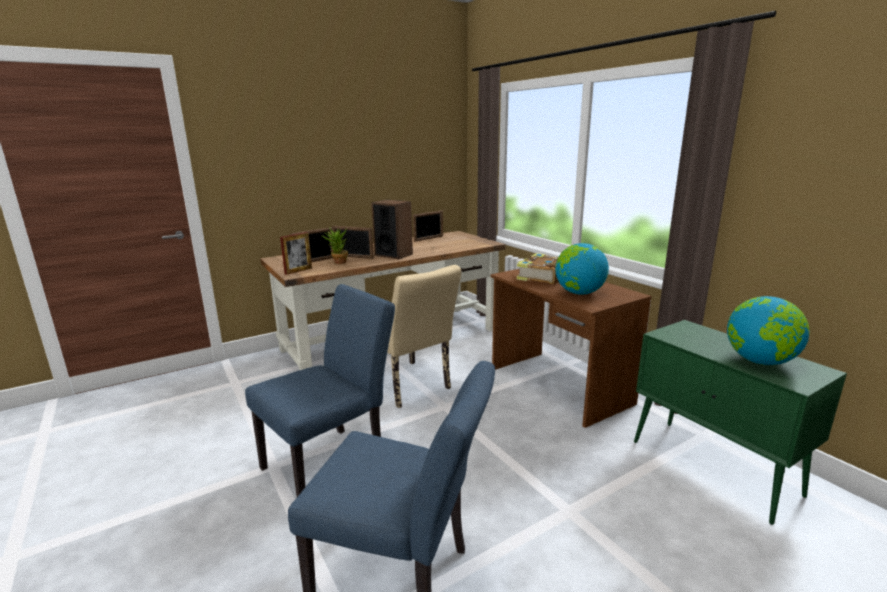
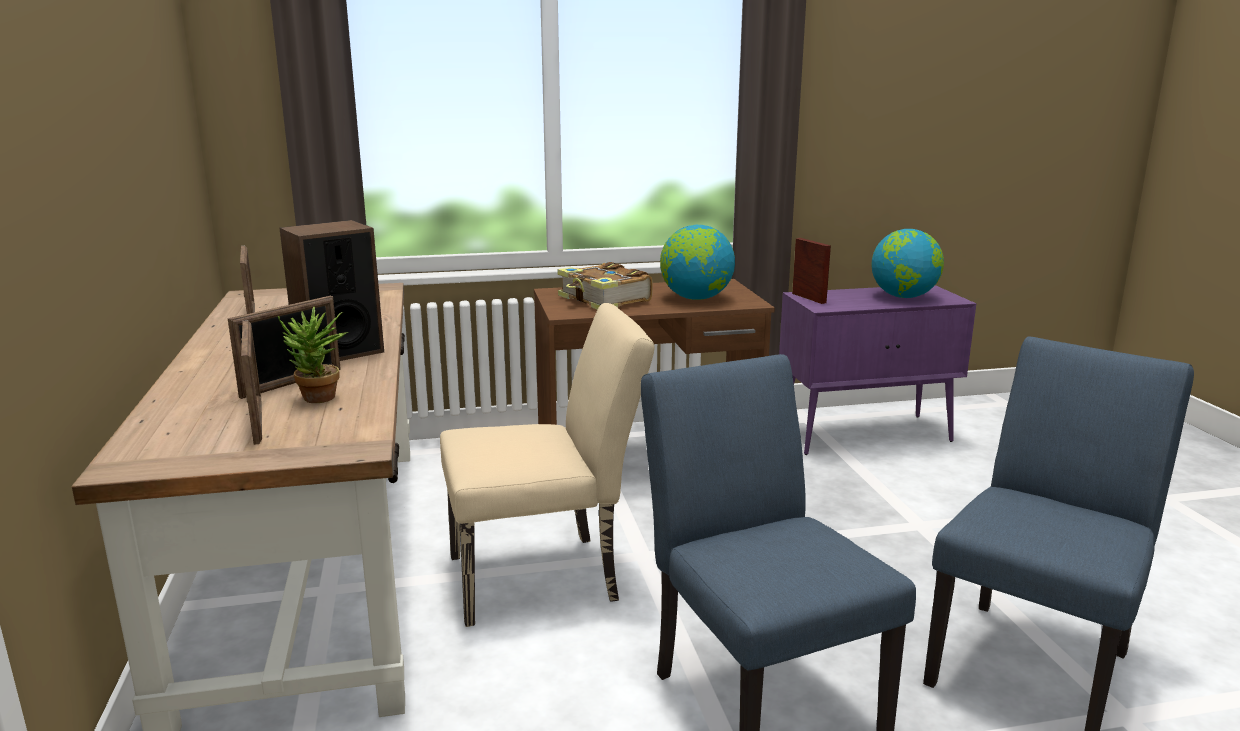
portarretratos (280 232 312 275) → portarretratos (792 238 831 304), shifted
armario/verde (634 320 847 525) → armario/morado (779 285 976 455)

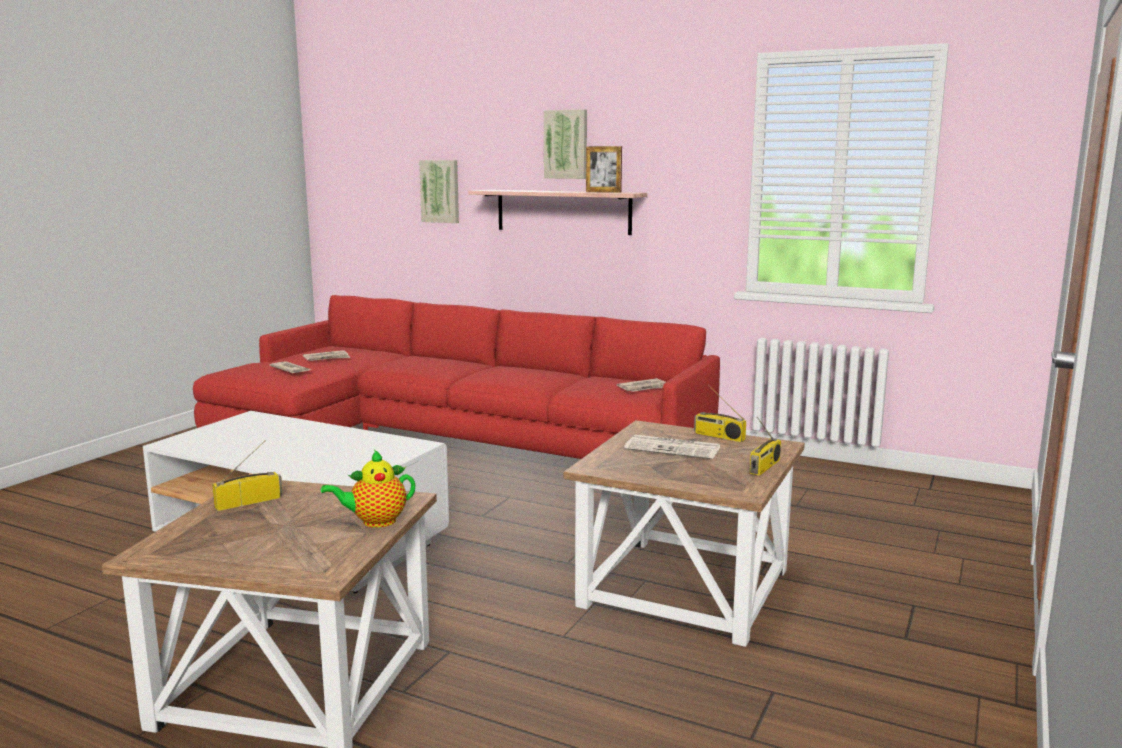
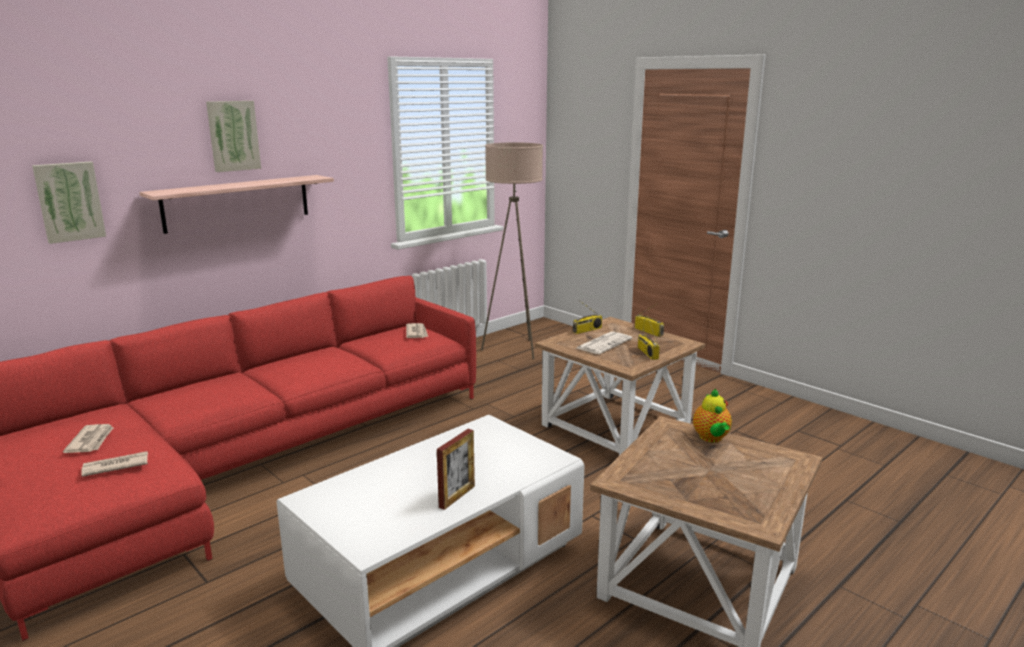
portarretratos (586 146 622 193) → portarretratos (437 429 475 510), shifted
radio (212 441 283 511) → radio (638 316 660 360), shifted
- → lámpara de pie/beis (481 142 543 359)

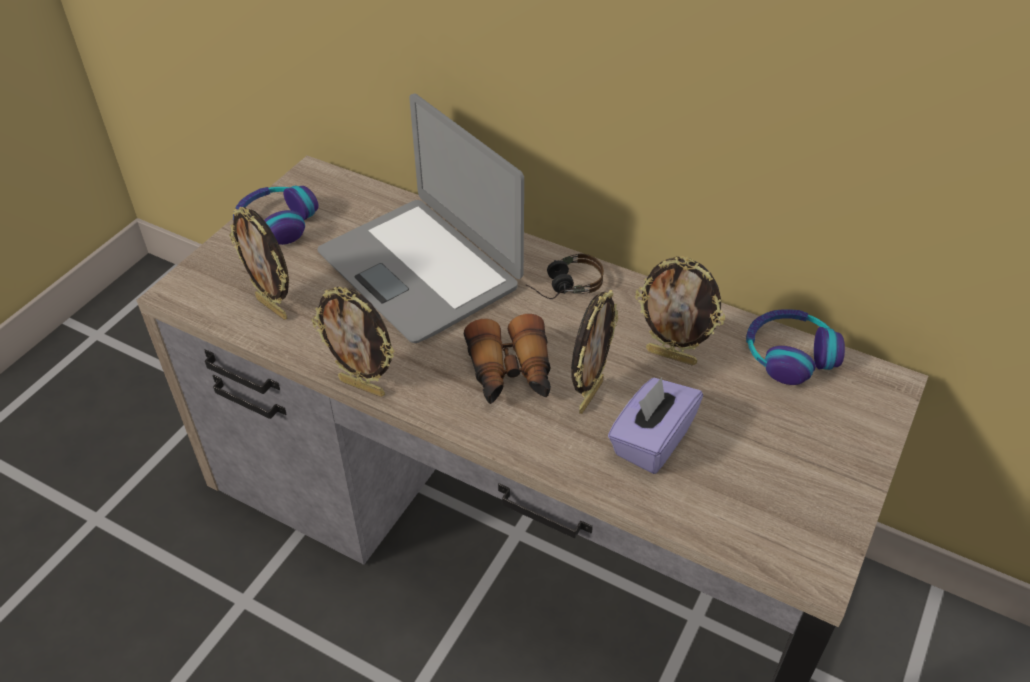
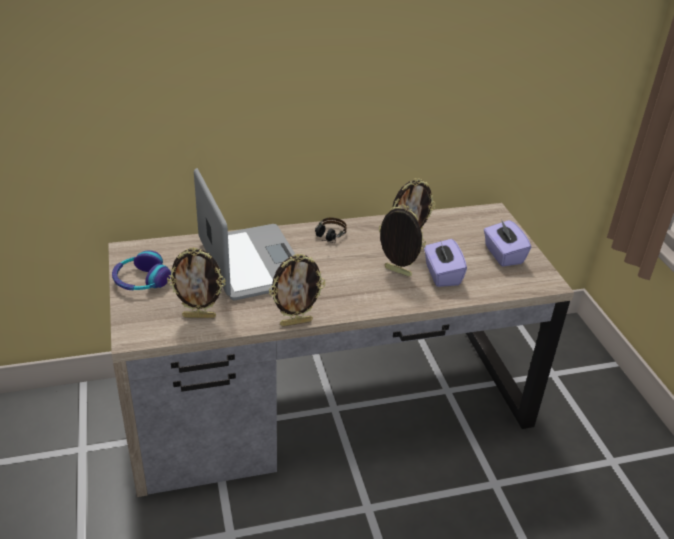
portátil (317 93 524 343) → portátil (194 168 295 300), 120 degrees counterclockwise
portarretratos (571 290 618 414) → portarretratos (379 204 426 277), 45 degrees counterclockwise
auriculares (746 309 845 385) → -
prismáticos (464 314 551 404) → -
- → caja de pañuelos/morado (484 219 531 267)

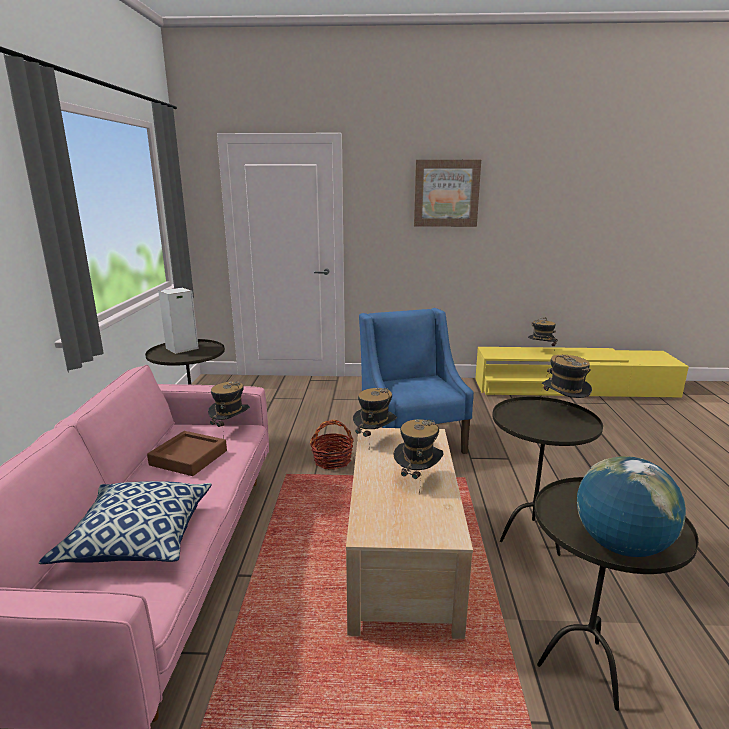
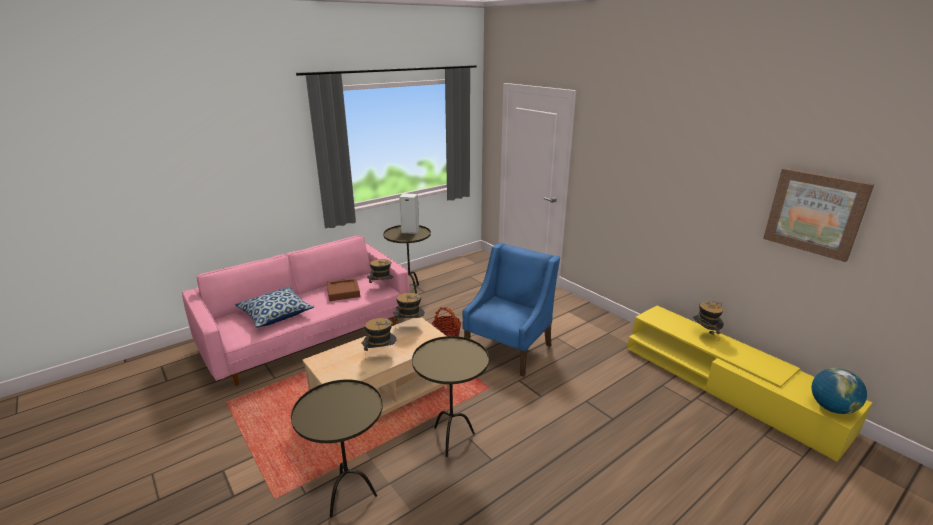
cuadro (414 160 481 227) → cuadro (763 168 874 262), shifted
sombrero (540 355 592 402) → -
globo terráqueo (577 456 686 557) → globo terráqueo (811 368 867 414), shifted

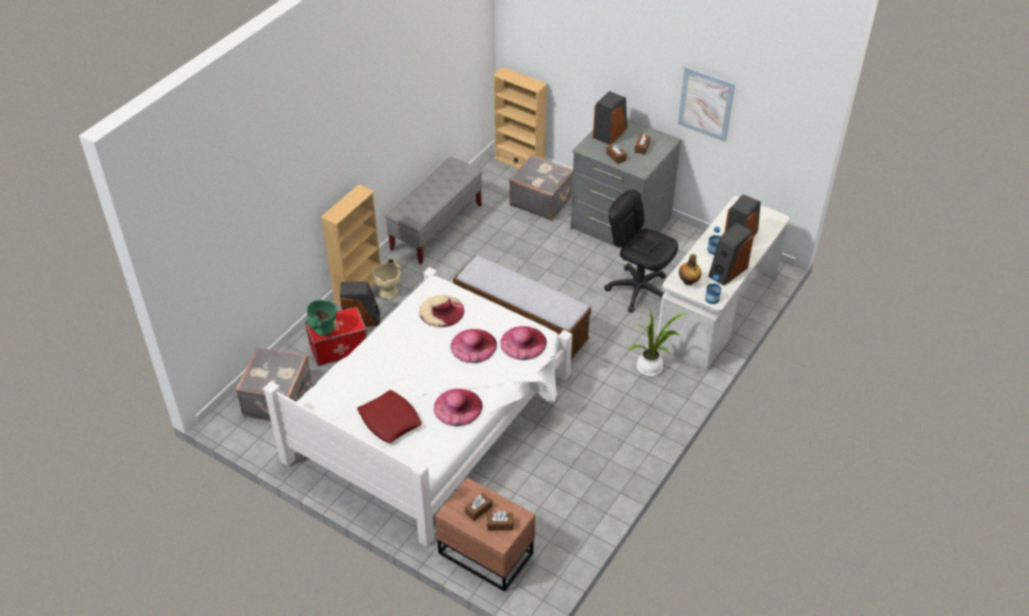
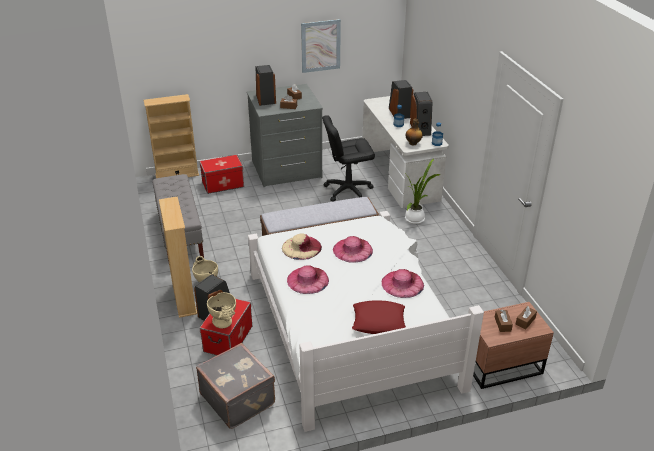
maleta/gris (509 155 573 221) → caja de almacenaje (199 154 244 194)
florero/verde (305 300 337 336) → florero/beis (207 292 236 329)
sombrero/rosa (501 326 547 360) → sombrero/rosa (287 265 329 294), shifted

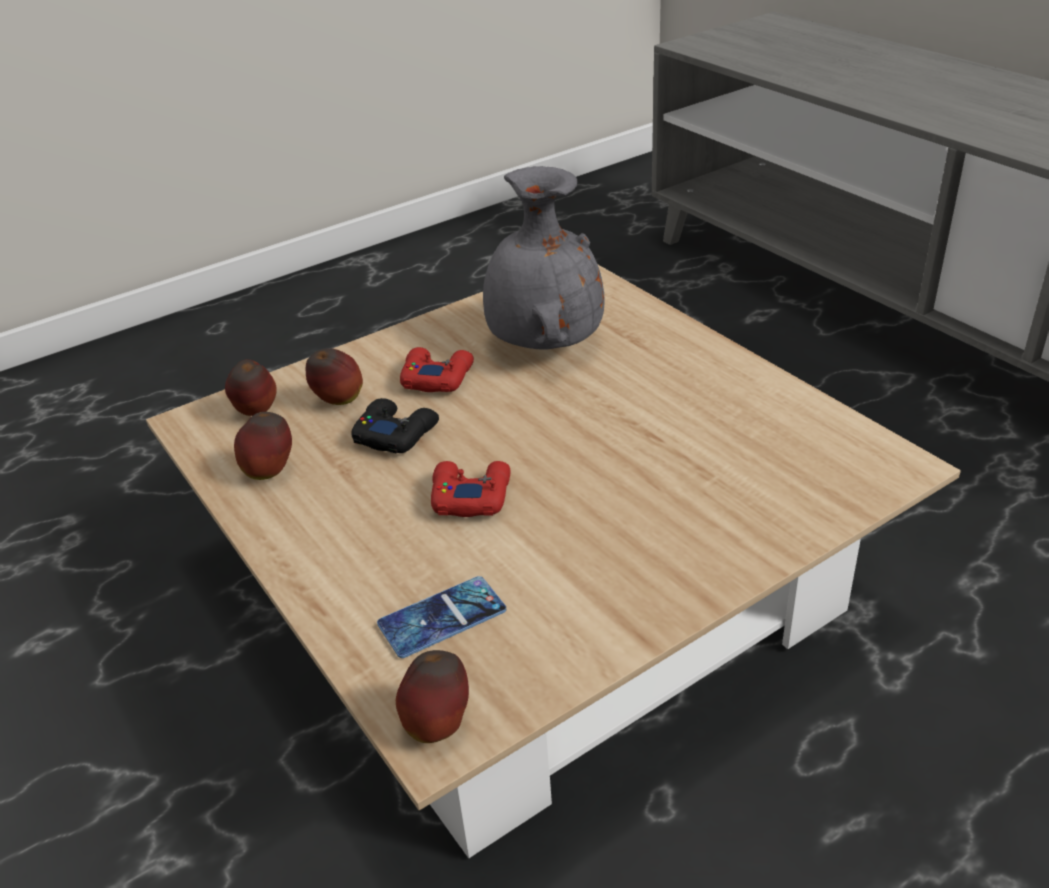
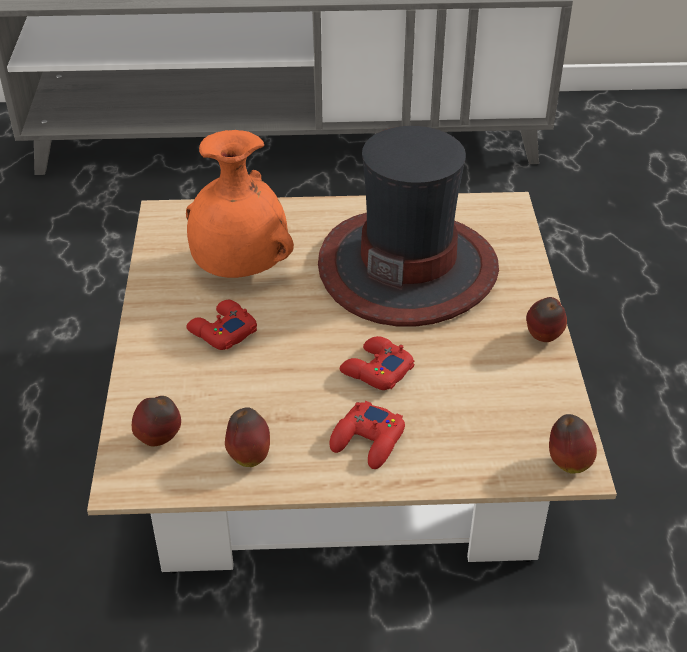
florero/gris (483 166 605 349) → florero/naranja (186 130 294 278)
manzana (306 348 363 405) → manzana (526 297 567 342), shifted
mando de consola/negro (351 398 439 454) → -
móvil (377 576 506 658) → -
- → sombrero (318 126 499 326)
- → mando de consola/rojo (329 401 405 469)

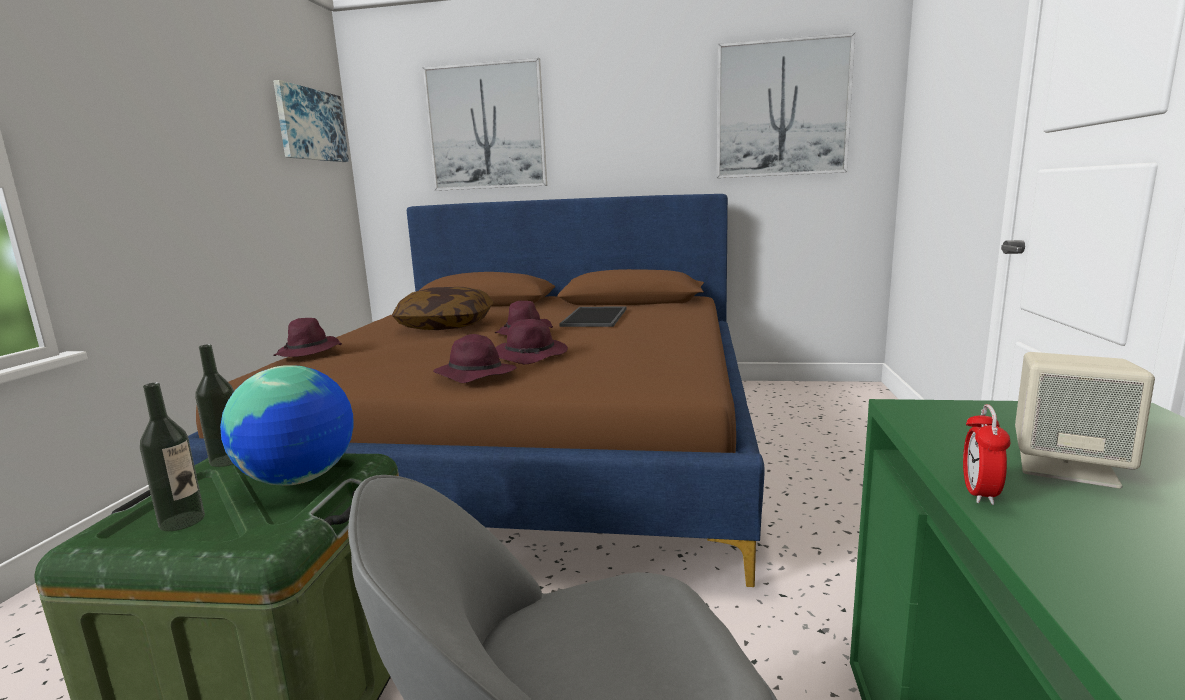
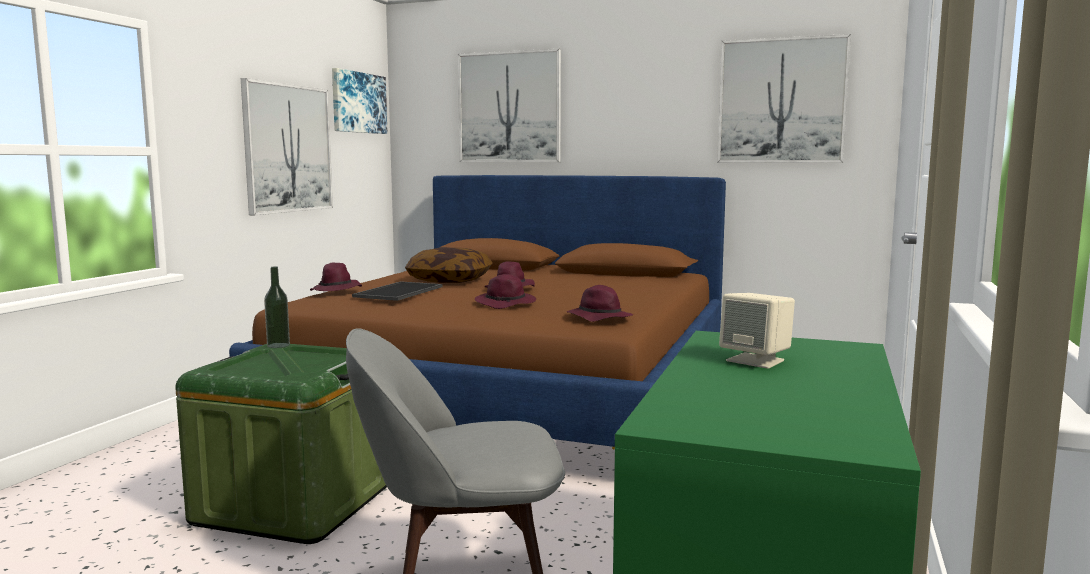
bandeja (559 307 627 327) → bandeja (352 281 443 301), shifted
sombrero/morado (433 334 517 383) → sombrero/morado (567 285 633 322), shifted
globo terráqueo (220 365 354 486) → -
botella (140 383 205 531) → -
despertador (963 404 1011 505) → -
- → cuadro (241 78 333 215)

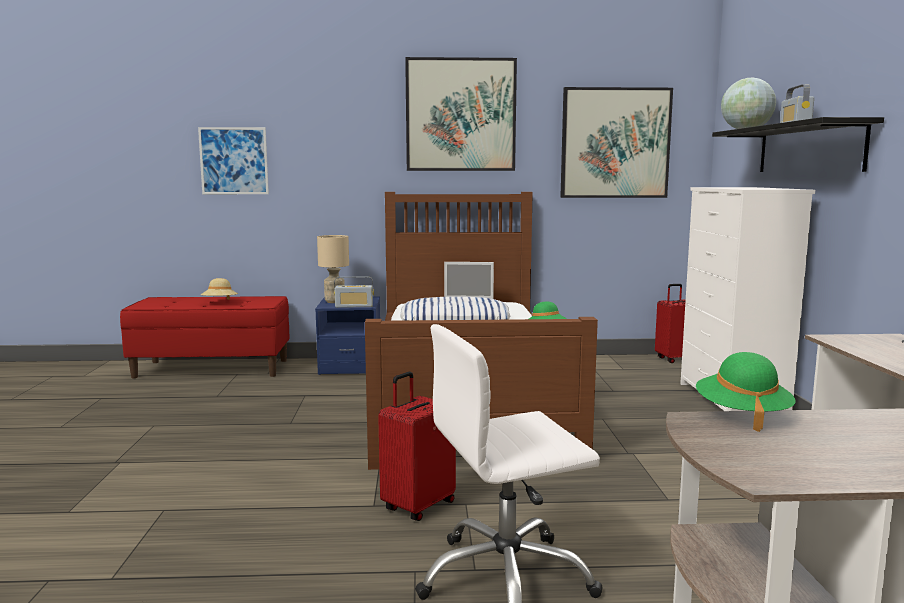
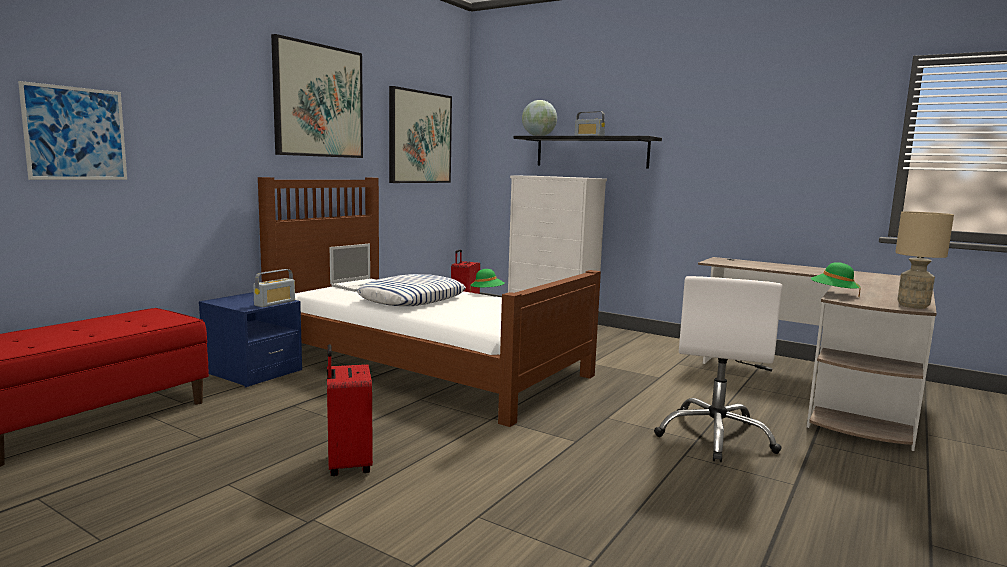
lámpara de mesa/beis (317 235 349 303) → lámpara de mesa/beis (895 211 954 309), shifted
sombrero/beis (201 278 238 300) → -
maleta/rojo (378 372 456 521) → maleta/rojo (327 344 373 476), shifted

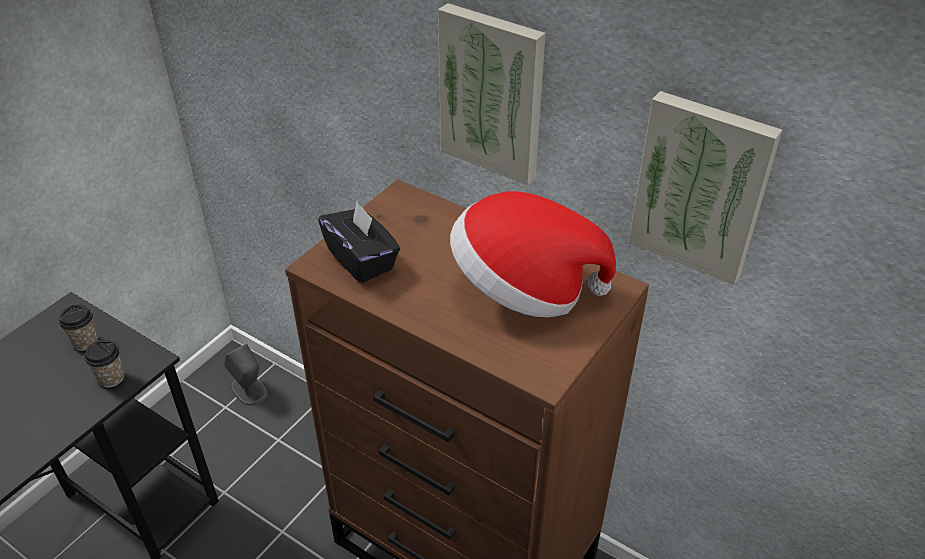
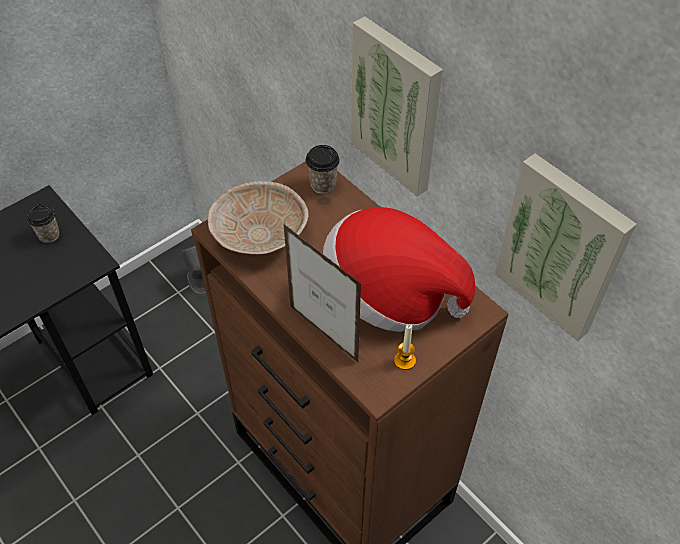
caja de pañuelos/negro (318 202 400 283) → cuenco/beis (208 181 309 255)
taza (84 340 124 387) → taza (306 145 340 194), shifted
- → portarretratos (284 224 361 362)
- → vela (394 324 416 370)

